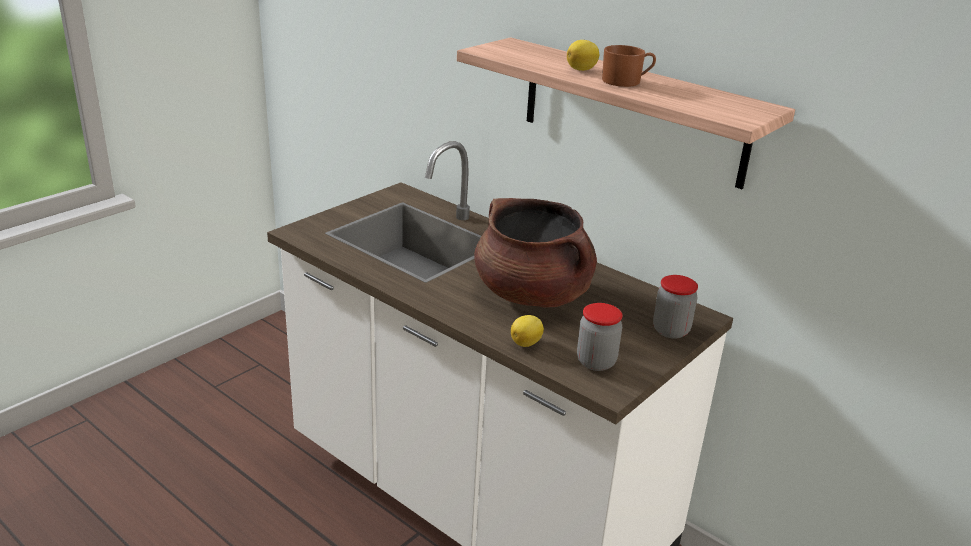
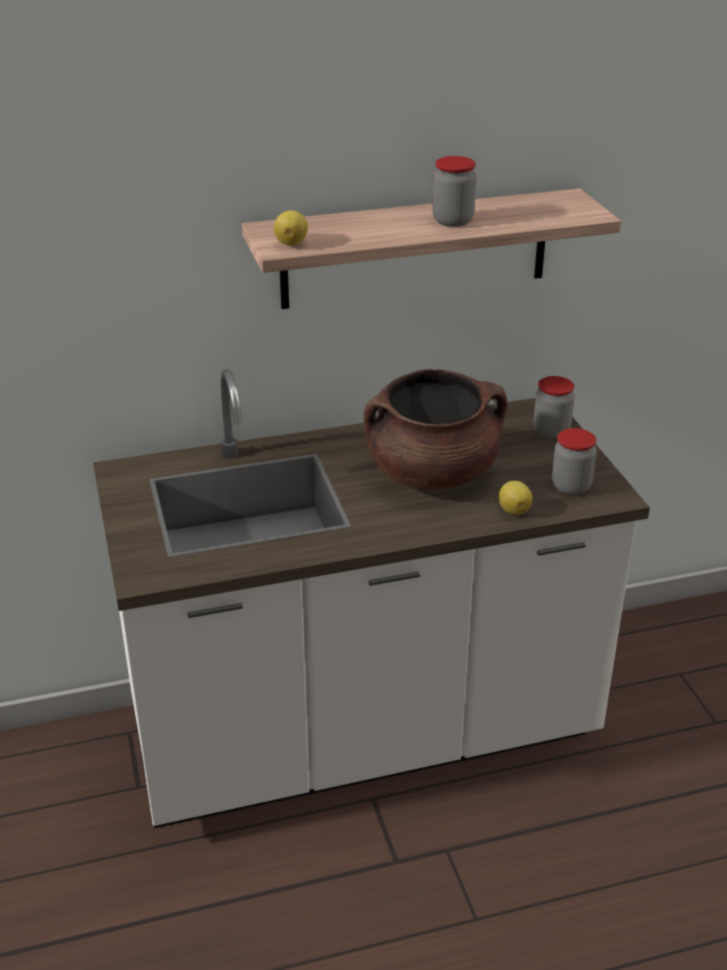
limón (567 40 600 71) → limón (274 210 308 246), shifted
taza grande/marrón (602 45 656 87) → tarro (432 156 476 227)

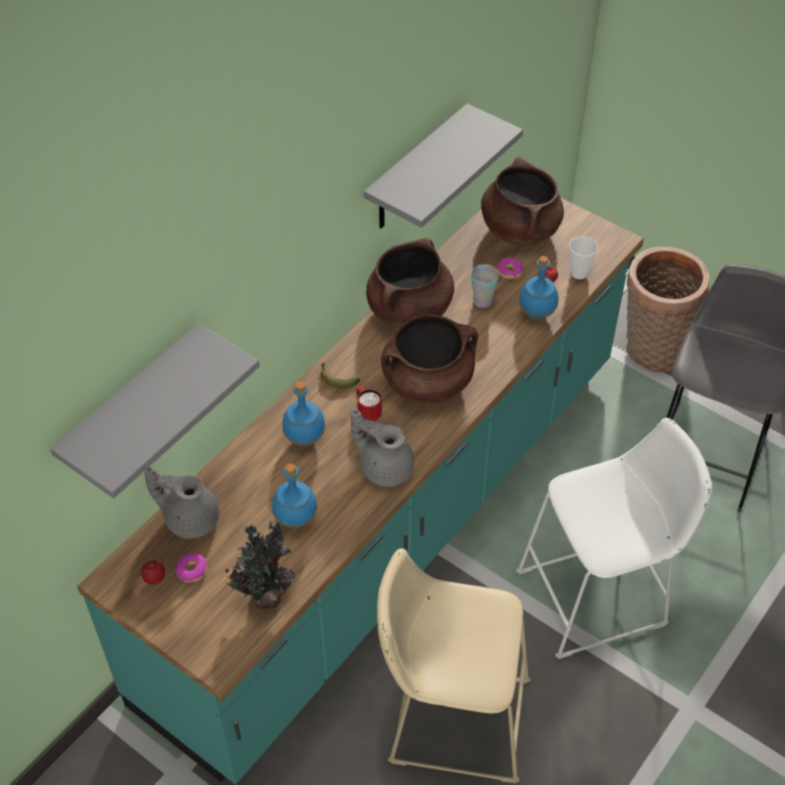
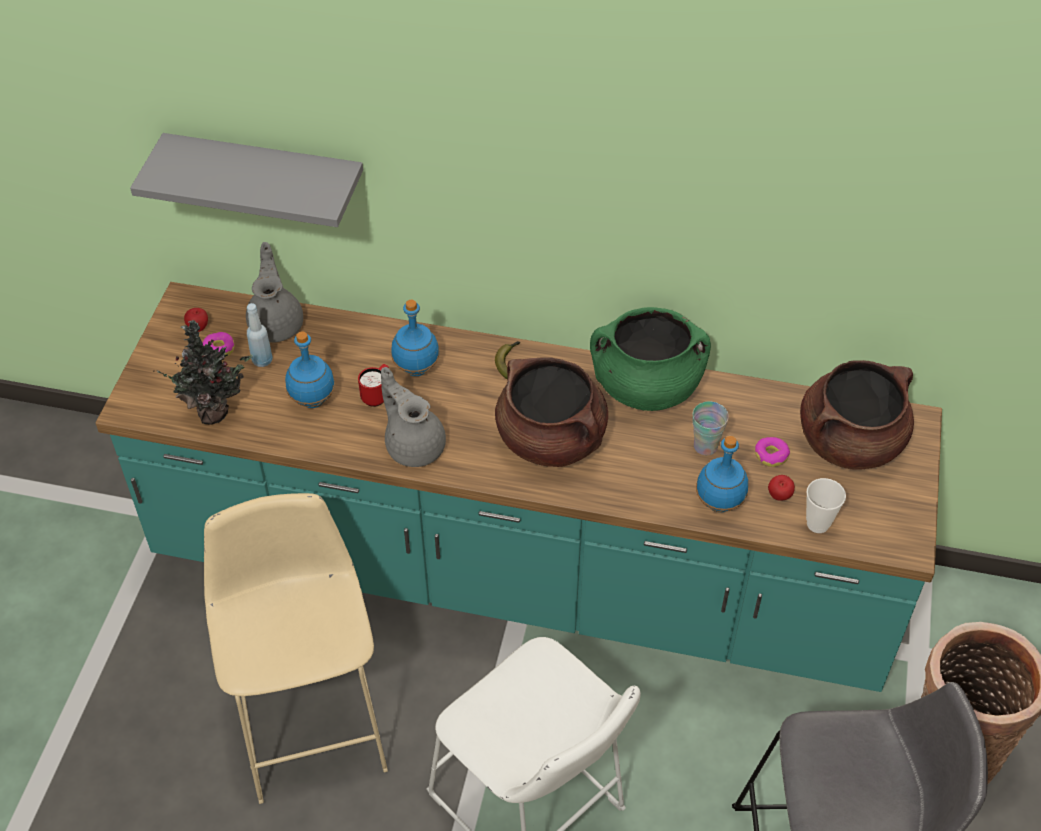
estante/gris (364 104 523 228) → -
olla/marrón (366 238 454 329) → olla/verde (590 307 711 411)
taza grande/rojo (357 386 382 421) → taza grande/rojo (358 364 389 407), shifted
tetera/gris (351 408 414 487) → tetera/gris (381 367 446 467), 45 degrees counterclockwise
- → botella/azul (247 303 273 367)

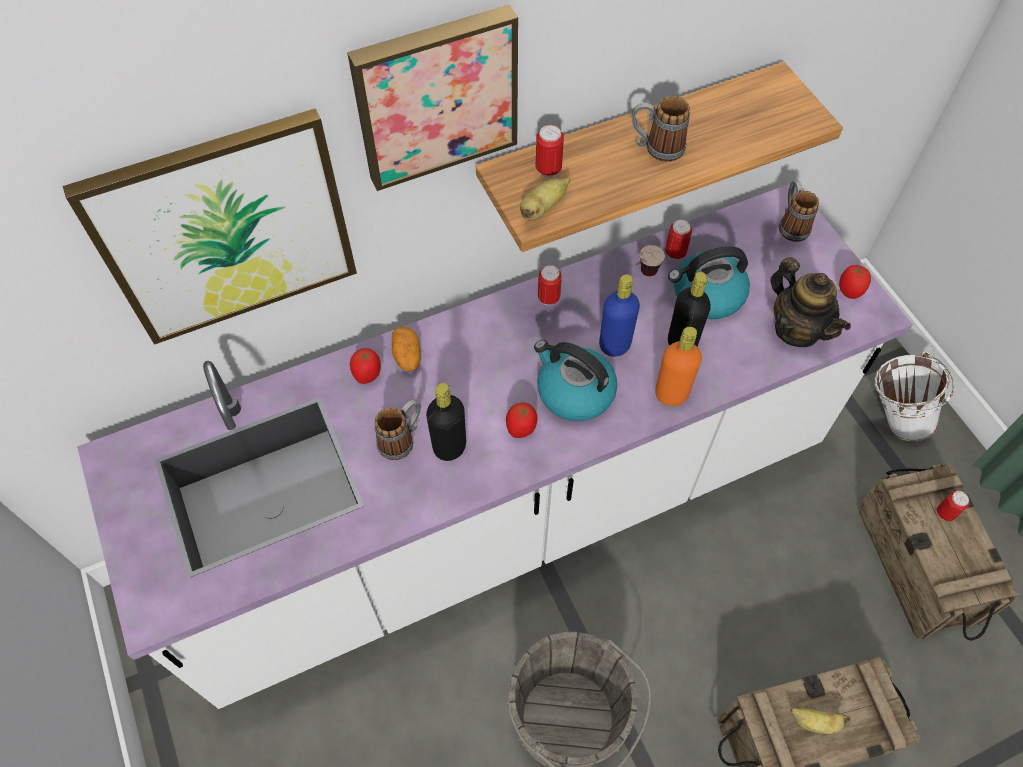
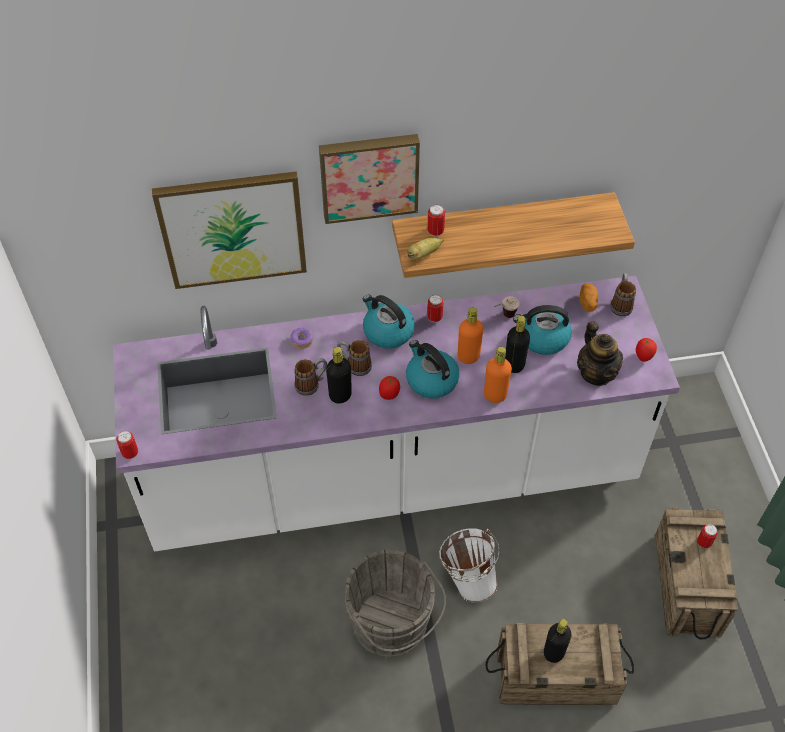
taza grande (632 96 690 162) → taza grande (337 340 372 376), shifted
lata (665 220 692 260) → lata (116 431 138 459), shifted
botella/azul (599 274 640 357) → botella/naranja (458 307 484 364)
patata (392 327 421 372) → patata (579 283 598 312), shifted
tomate (350 348 381 384) → rosquilla (290 327 313 349)
cubo/blanco (874 351 954 441) → cubo/blanco (439 528 499 603), shifted
plátano (791 708 851 734) → botella/negro (544 619 571 663)
- → hervidor (363 295 415 349)

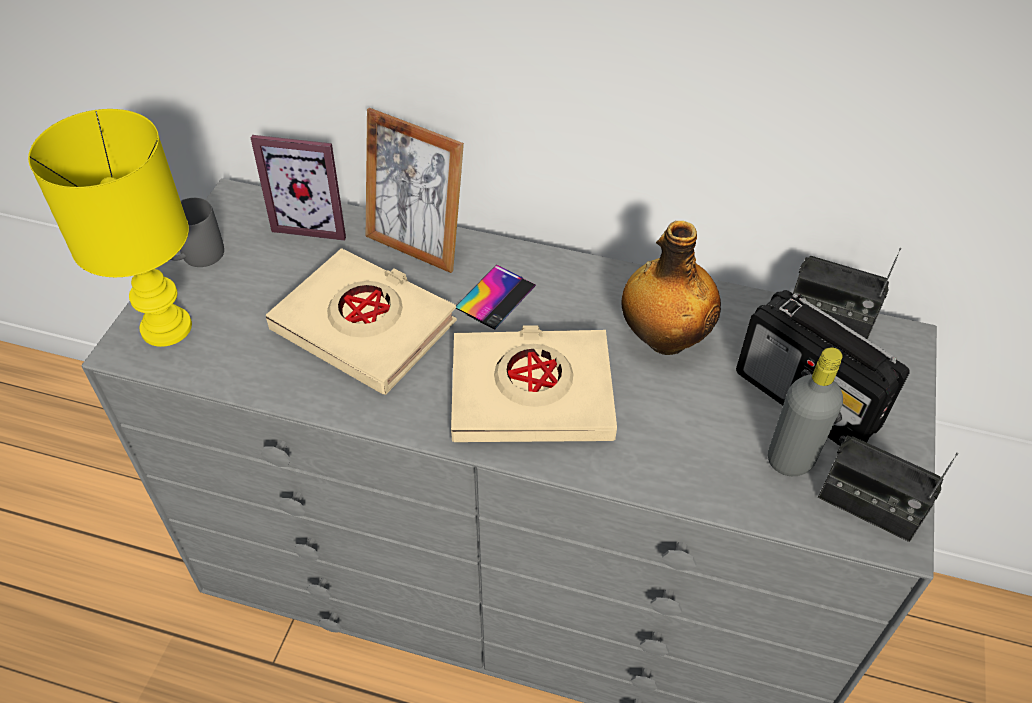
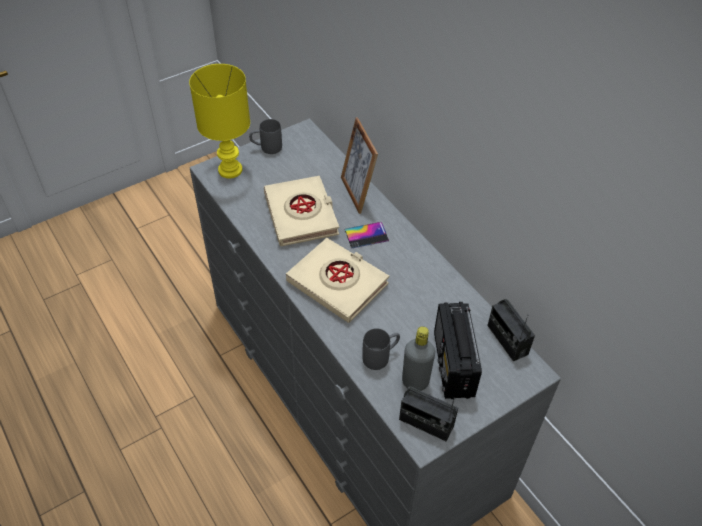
portarretratos (251 135 346 241) → -
botella (622 221 721 355) → -
radio (818 435 958 542) → radio (399 386 458 442), 45 degrees counterclockwise
- → taza grande/gris (362 328 400 370)

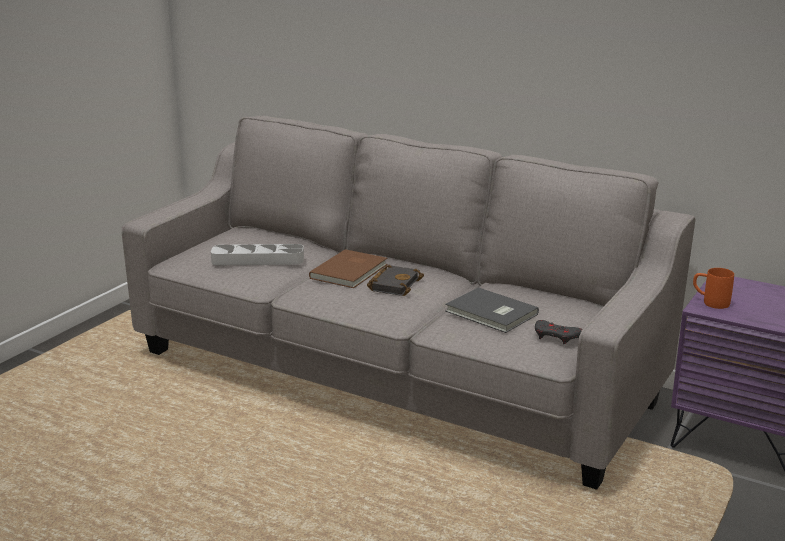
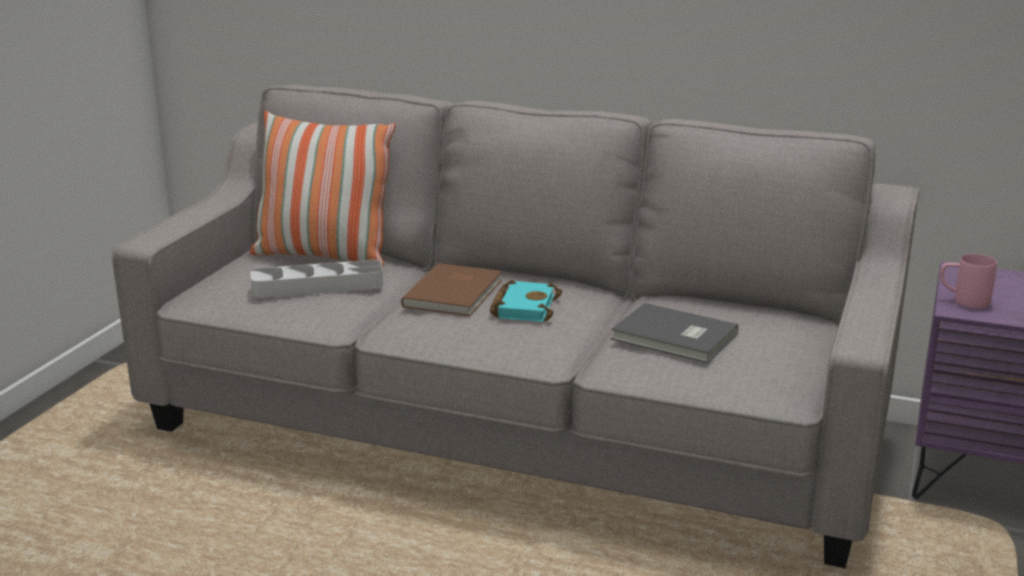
libro/negro (367 265 424 296) → libro/turquesa (490 280 562 322)
taza grande/naranja (693 268 734 309) → taza grande/rosa (940 254 997 309)
mando de consola/gris (535 320 583 345) → -
- → cojín (250 111 396 267)

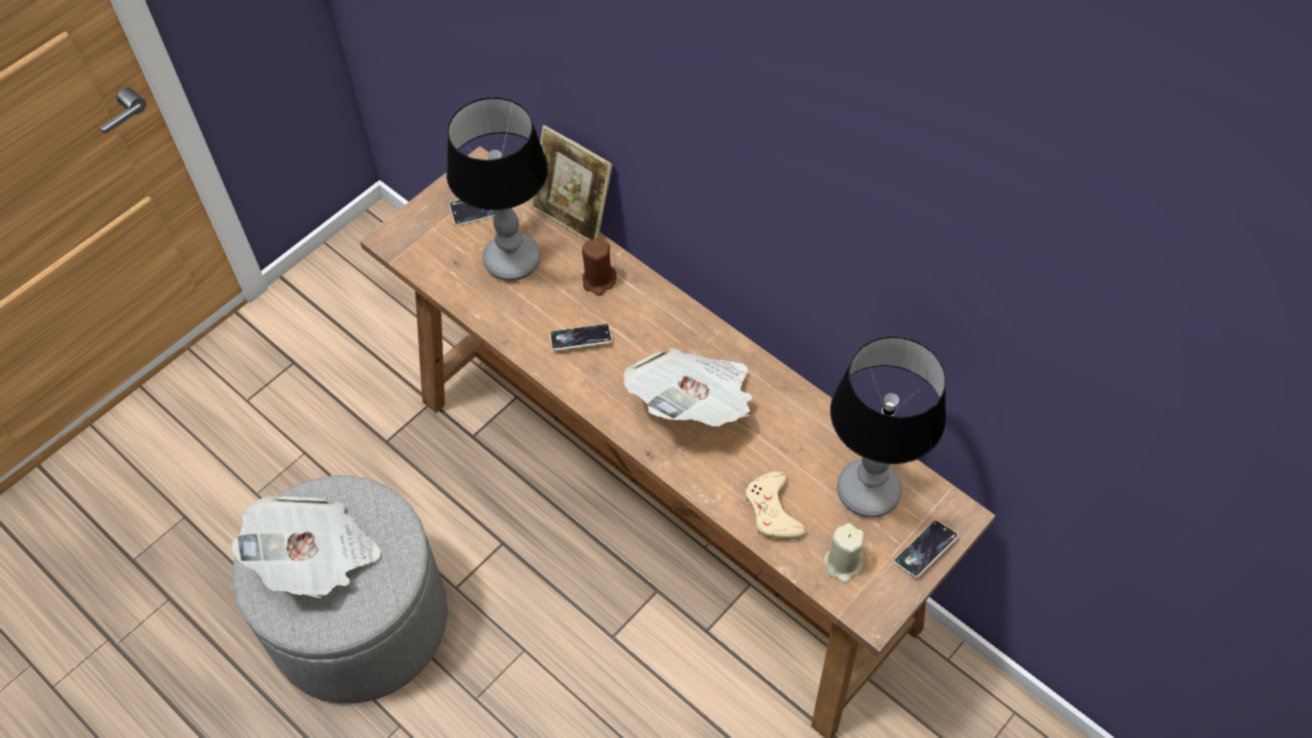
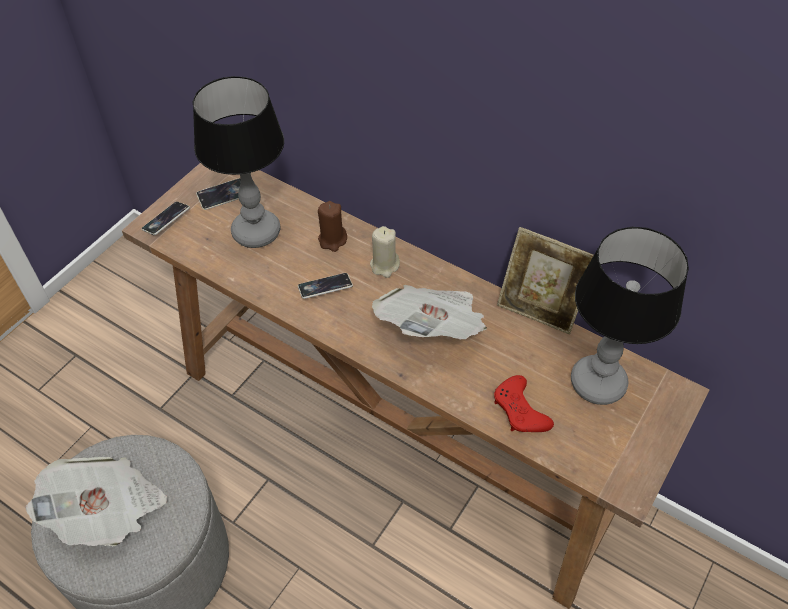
portarretratos (531 125 613 241) → portarretratos (497 227 594 334), shifted
mando de consola/beis (746 471 806 539) → mando de consola/rojo (494 375 554 432)
móvil (894 520 959 578) → móvil (141 201 190 235), shifted
vela/beis (824 523 864 583) → vela/beis (370 226 400 278), shifted

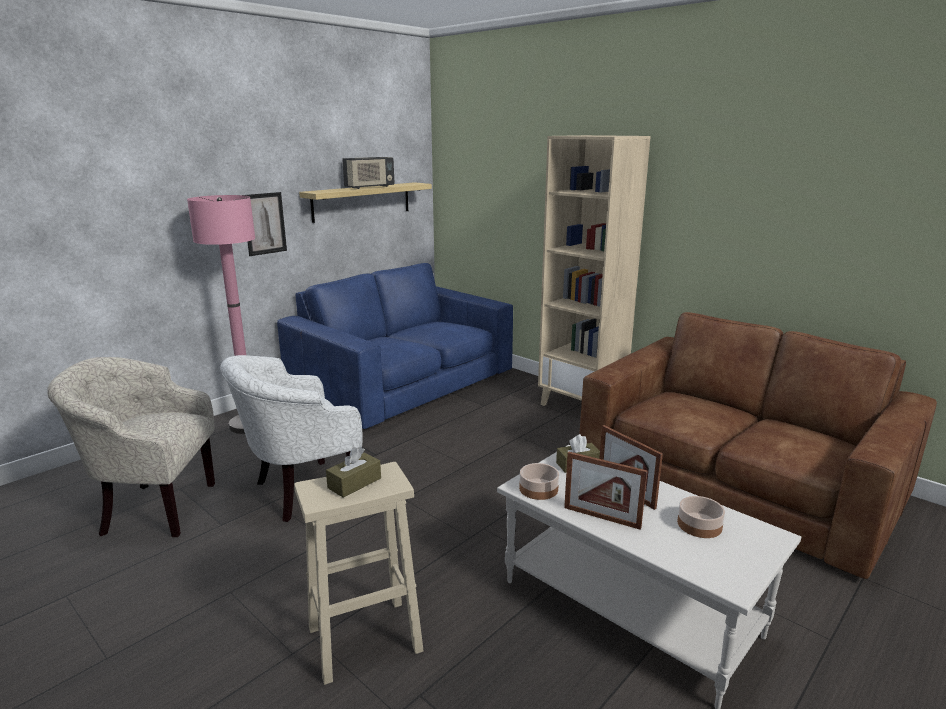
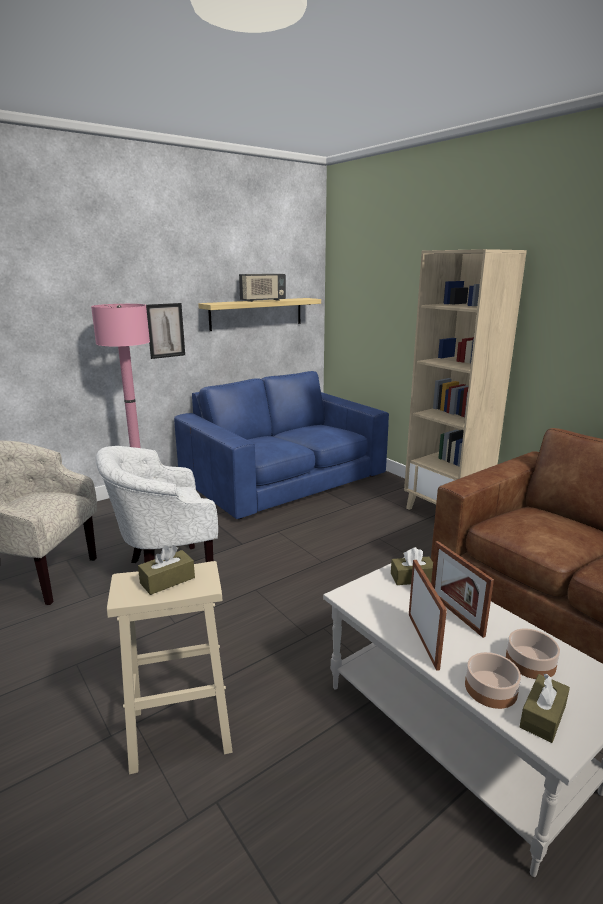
portarretratos (564 452 648 530) → portarretratos (409 560 447 671), 135 degrees counterclockwise
cuenco (519 463 559 500) → cuenco (465 652 521 709), shifted
- → caja de pañuelos/marrón (520 673 570 743)

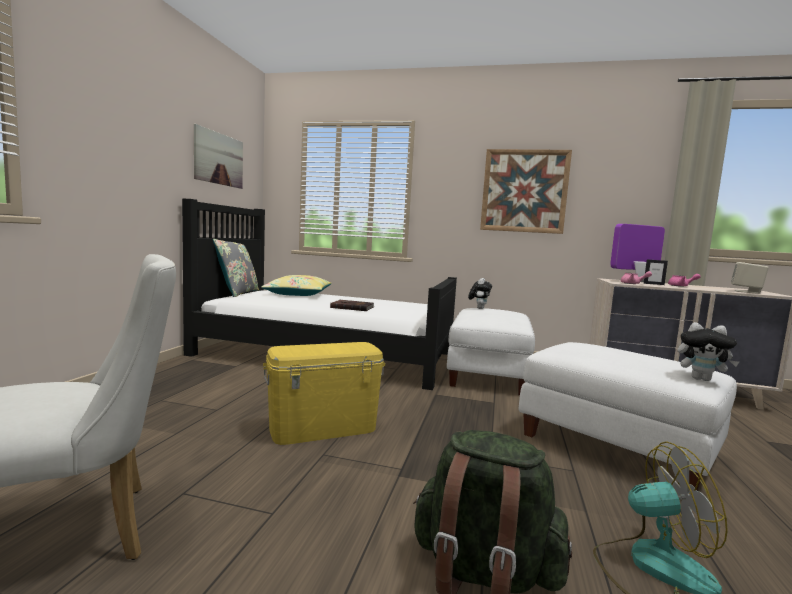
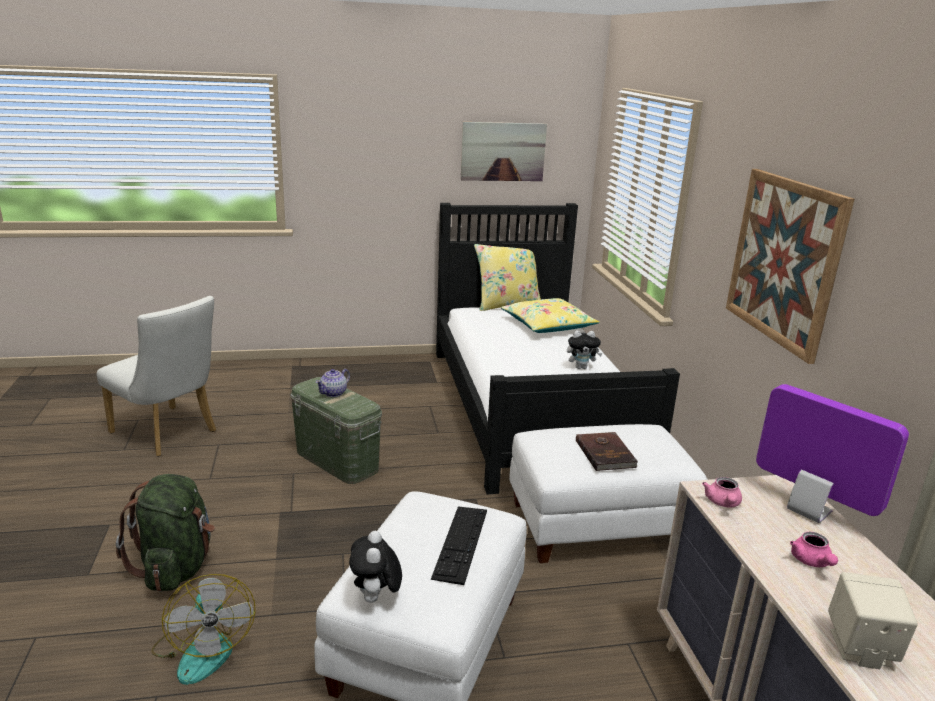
cojín/gris (213 239 259 297) → cojín/amarillo (474 244 541 311)
portarretratos (644 259 668 285) → -
peluche (468 278 492 309) → peluche (567 331 603 369), shifted
libro/marrón (330 300 374 311) → libro/marrón (576 432 638 471), shifted
caja de almacenaje/amarillo (263 342 385 445) → caja de almacenaje/verde (291 377 382 484)
- → tetera (316 369 350 397)
- → teclado (431 507 487 585)

